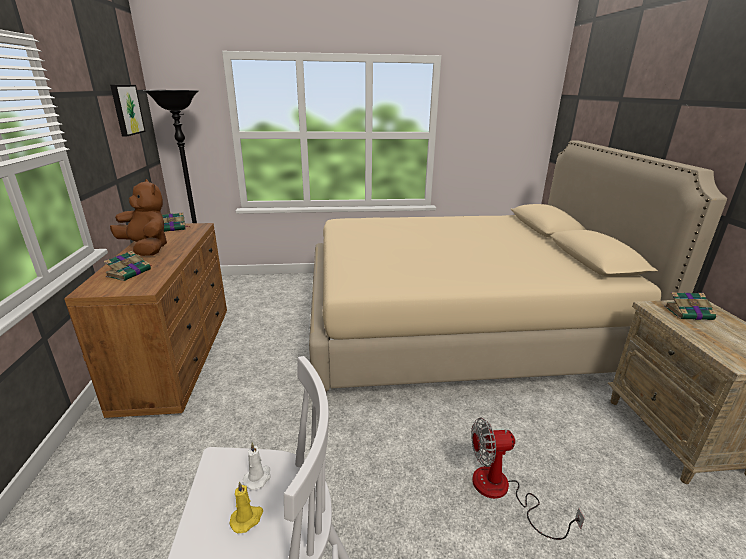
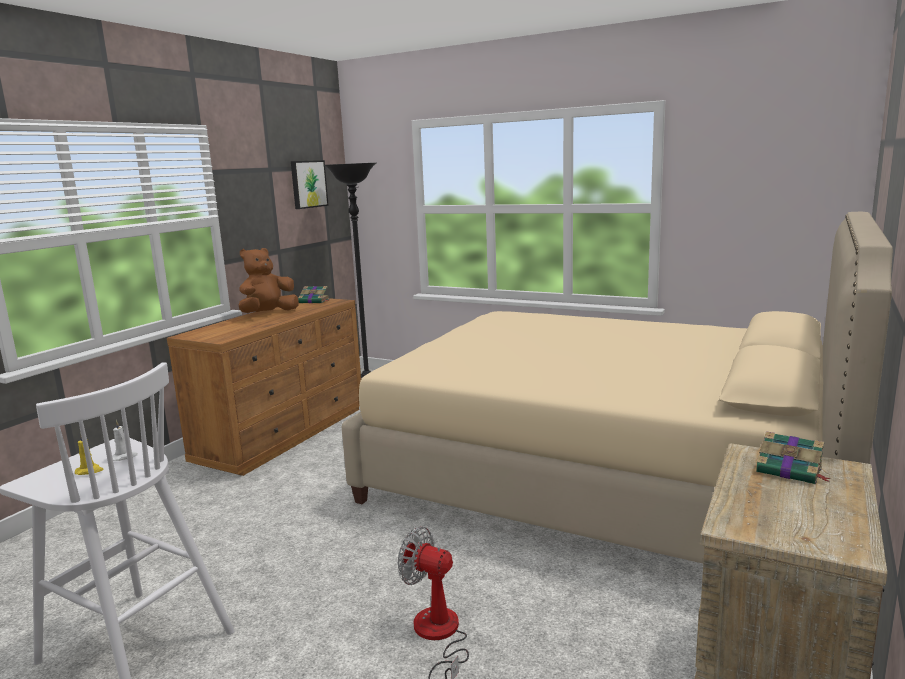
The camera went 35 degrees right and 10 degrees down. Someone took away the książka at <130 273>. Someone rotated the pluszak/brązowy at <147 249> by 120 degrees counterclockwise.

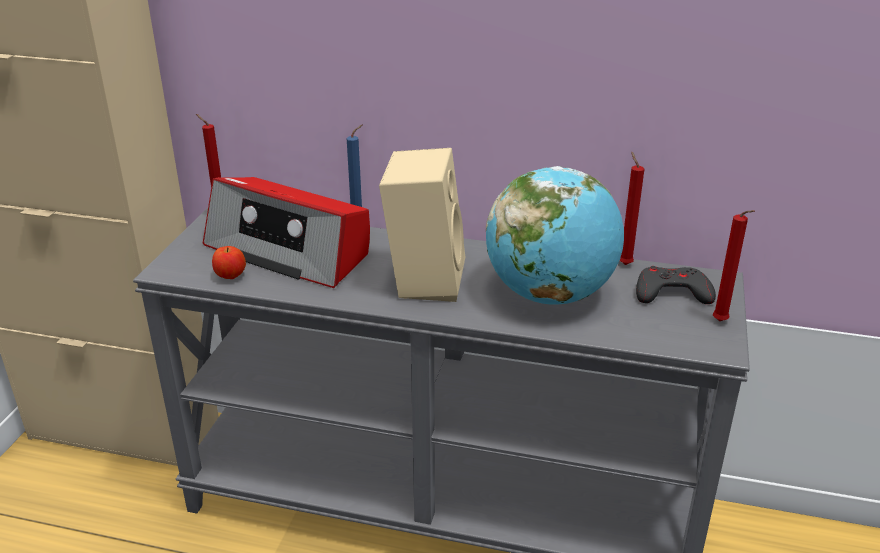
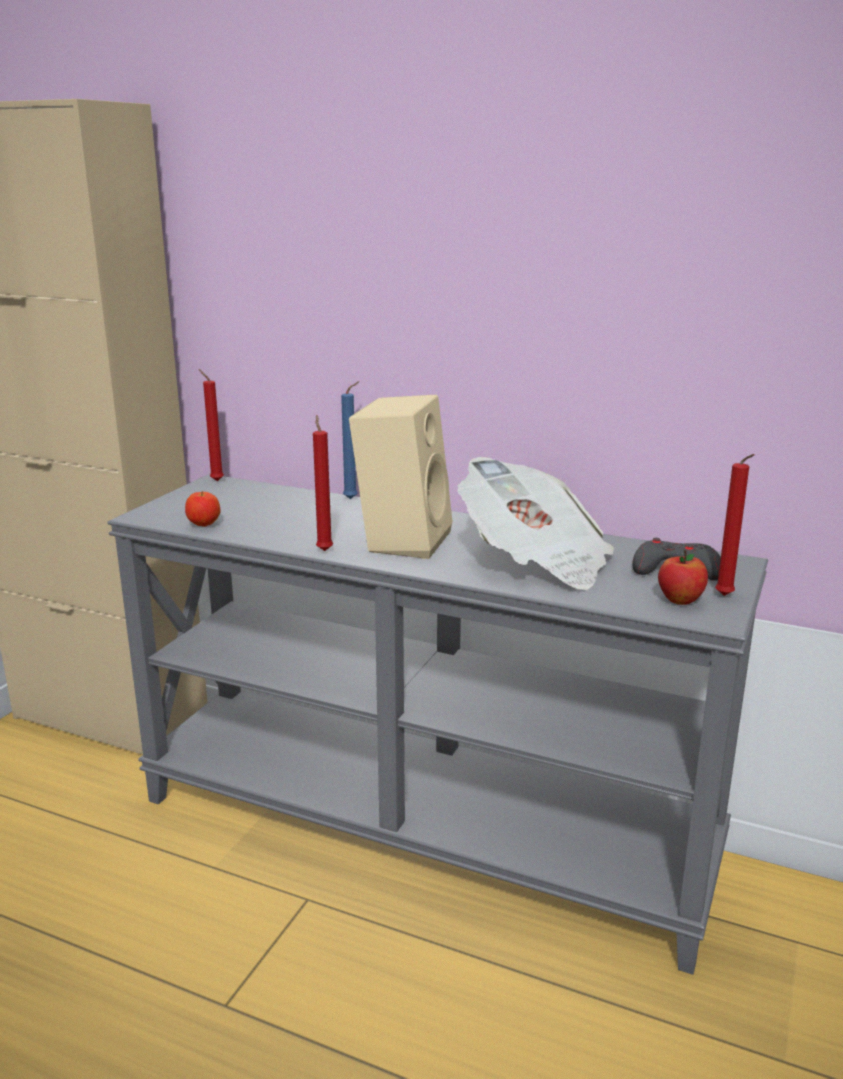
The camera went 10 degrees right and 10 degrees down. Someone took away the radio at <290 250>. Someone put down the jabłko at <680 600>. Someone carried the świeca/czerwony from <624 263> to <324 550>. Someone swapped the globus at <550 295> for the gazeta at <535 561>.

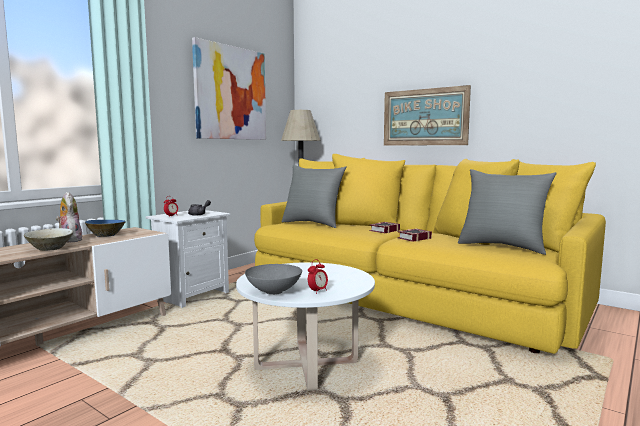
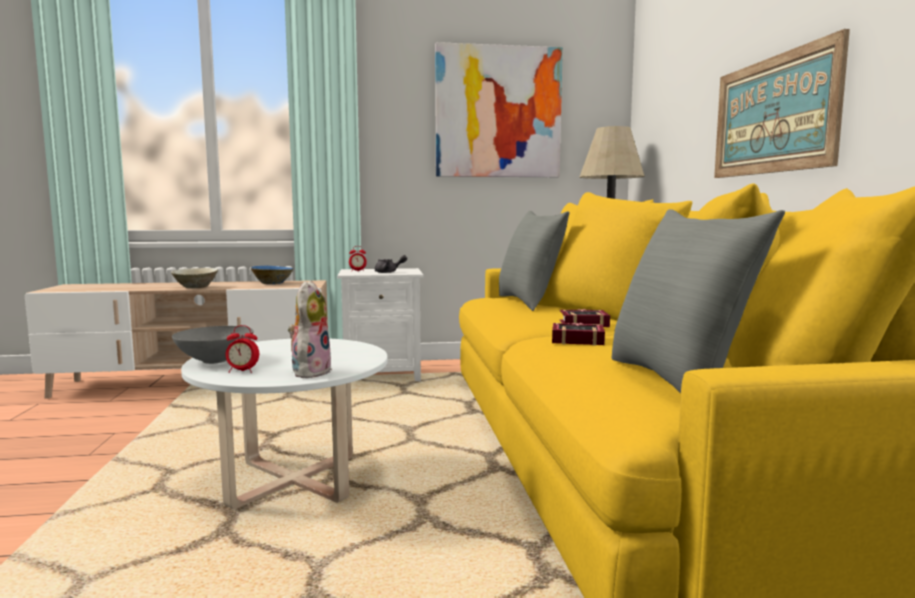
The camera went 45 degrees right and 0 degrees up. Someone carried the pluszak from <70 240> to <310 371>.

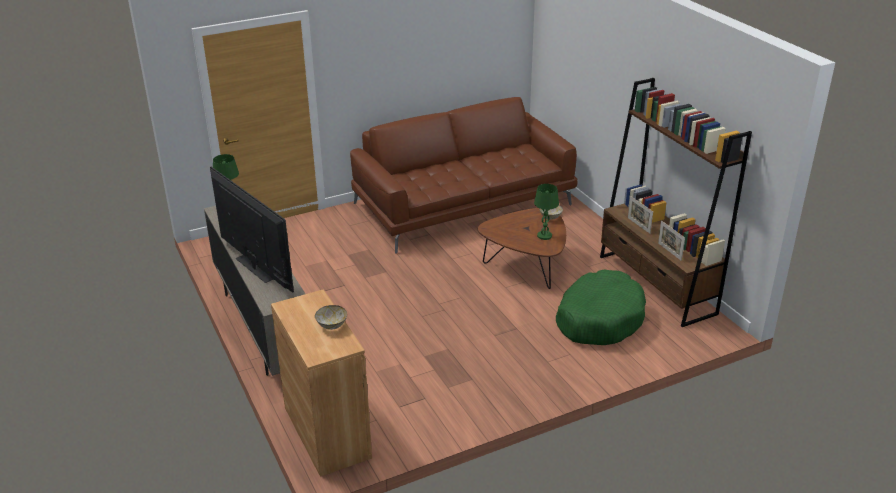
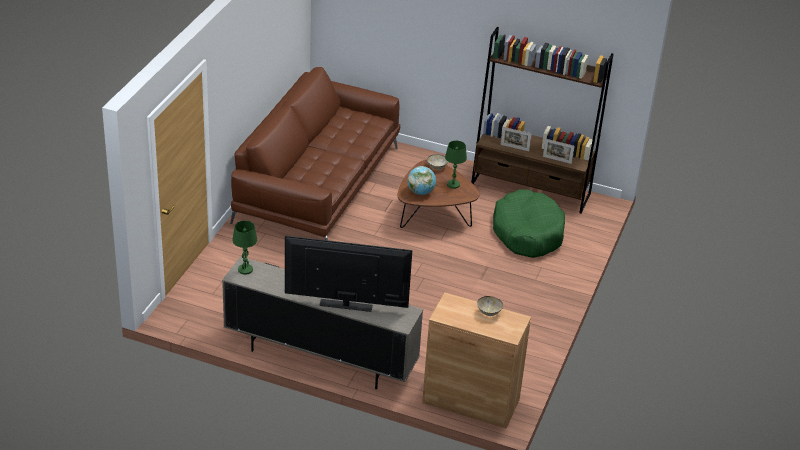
The camera went 45 degrees left and 5 degrees up. Someone put down the globus at <421 192>.

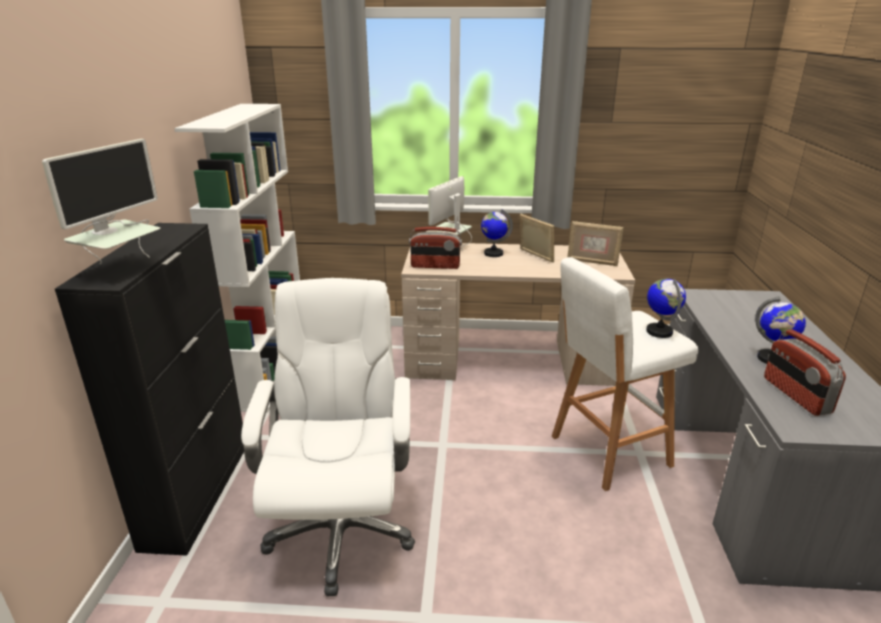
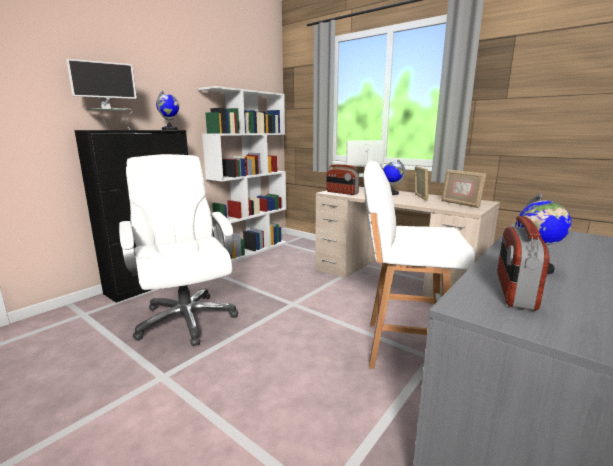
The camera went 35 degrees right and 10 degrees down. Someone carried the globus from <659 331> to <170 130>. Someone rotated the krzesło biurowe/biały at <340 529> by 60 degrees counterclockwise.

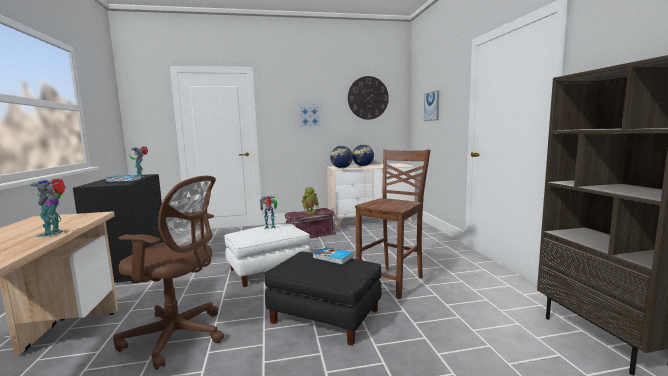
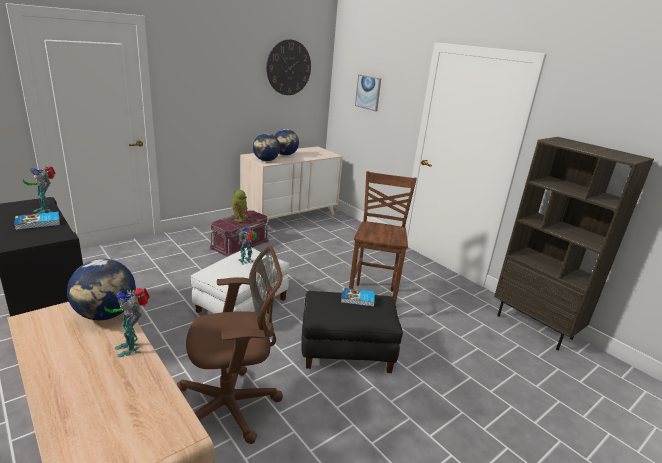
The camera went 30 degrees left and 15 degrees up. Someone took away the obraz at <309 116>. Someone put down the globus at <106 314>.

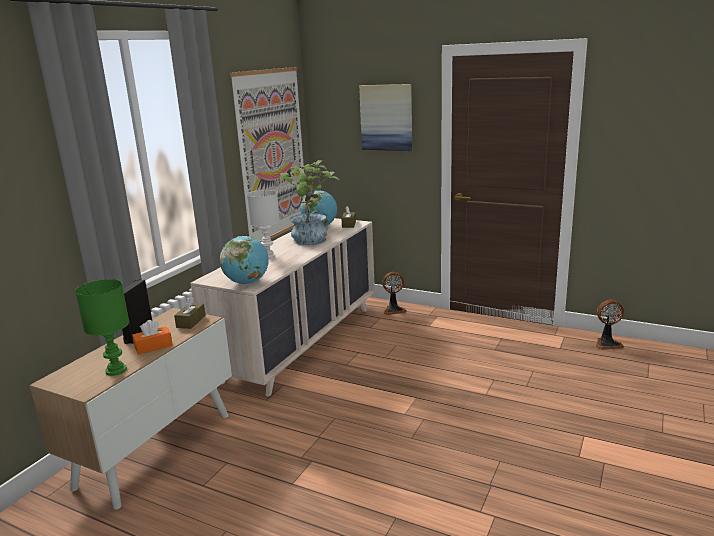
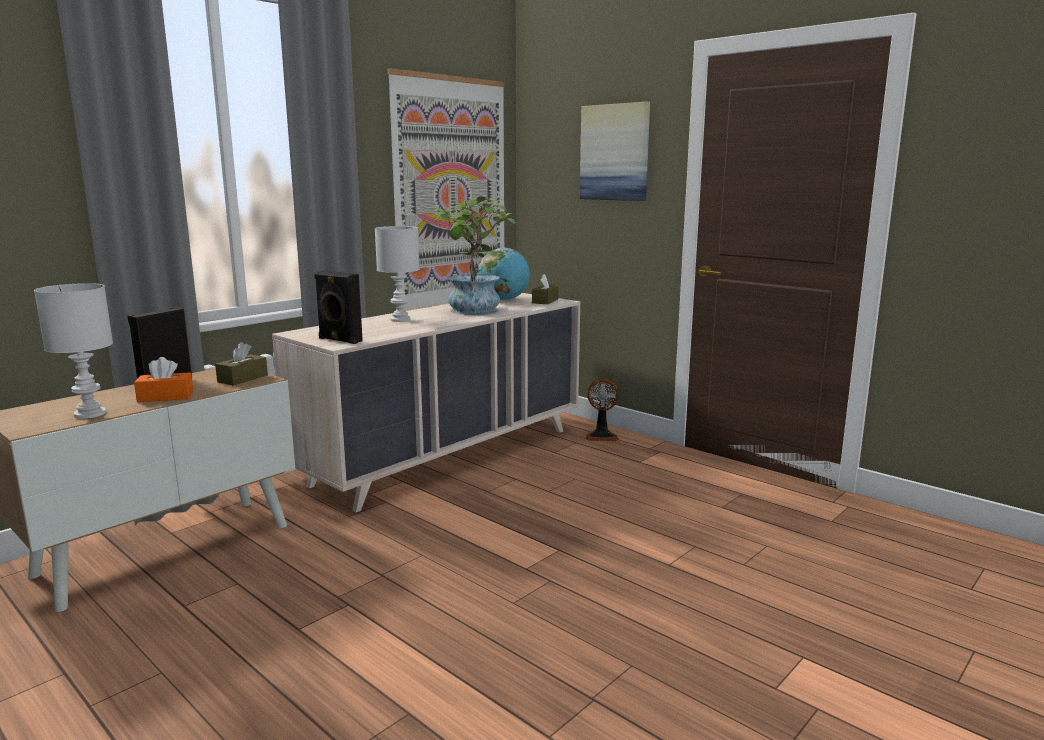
The camera went 15 degrees right and 5 degrees down. Someone took away the wentylator at <607 344>. Someone swapped the globus at <247 282> for the głośnik/czarny at <339 340>. Someone repainted the lampa stołowa/zielony at <116 371>, which became the lampa stołowa/biały at <90 414>.

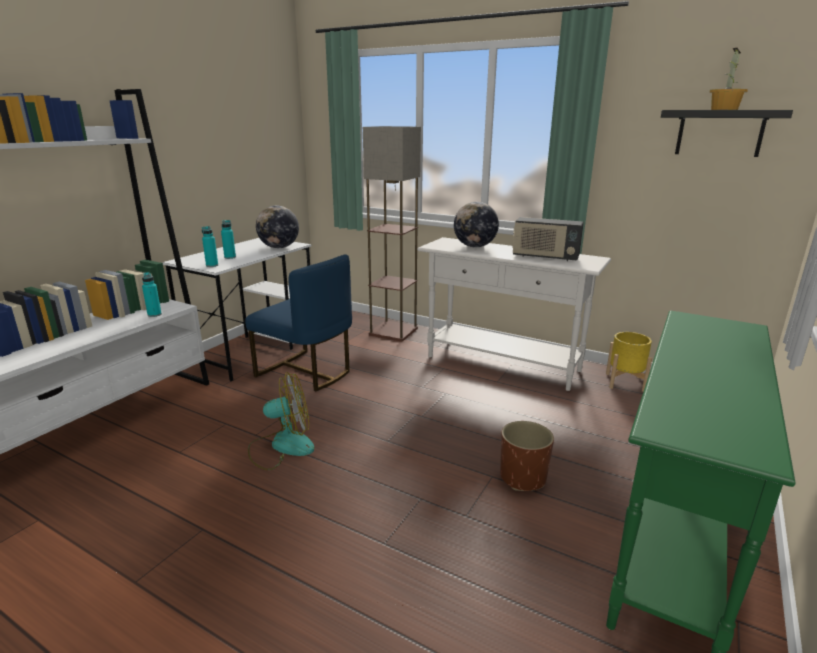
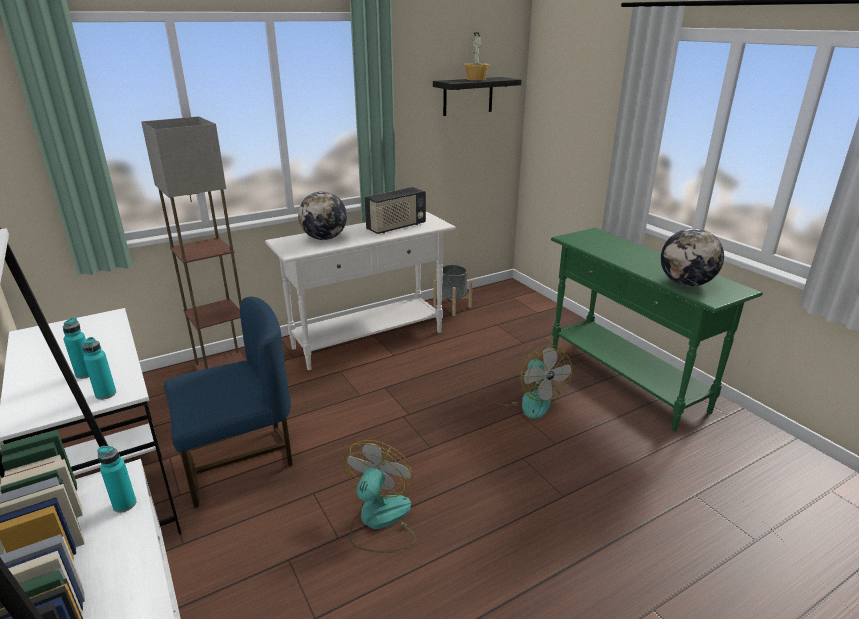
The camera went 60 degrees left and 5 degrees up. Someone carried the globus from <279 247> to <686 283>. Someone swapped the donica/brązowy at <523 478> for the wentylator at <530 400>. Someone repainted the donica/żółty at <625 382>, which became the donica/szary at <452 307>.

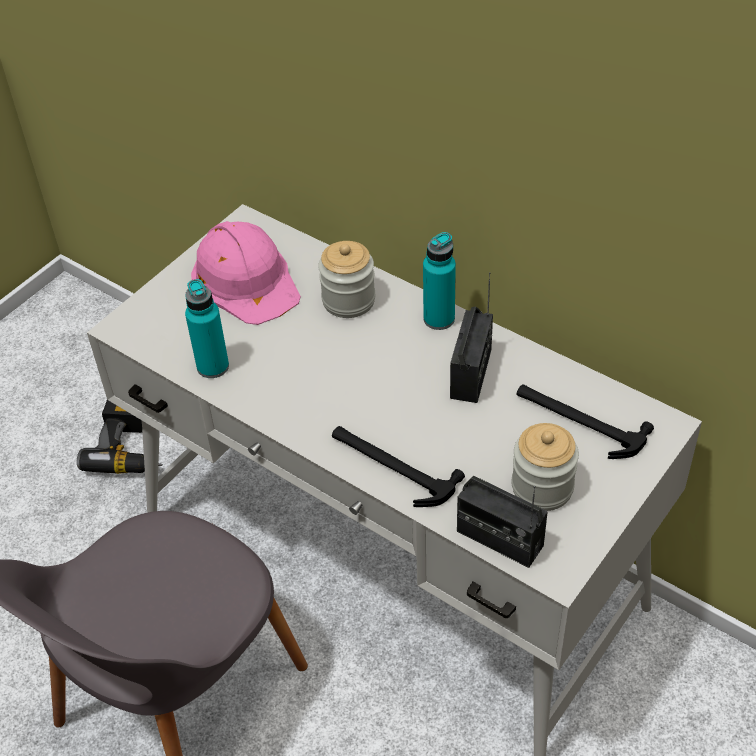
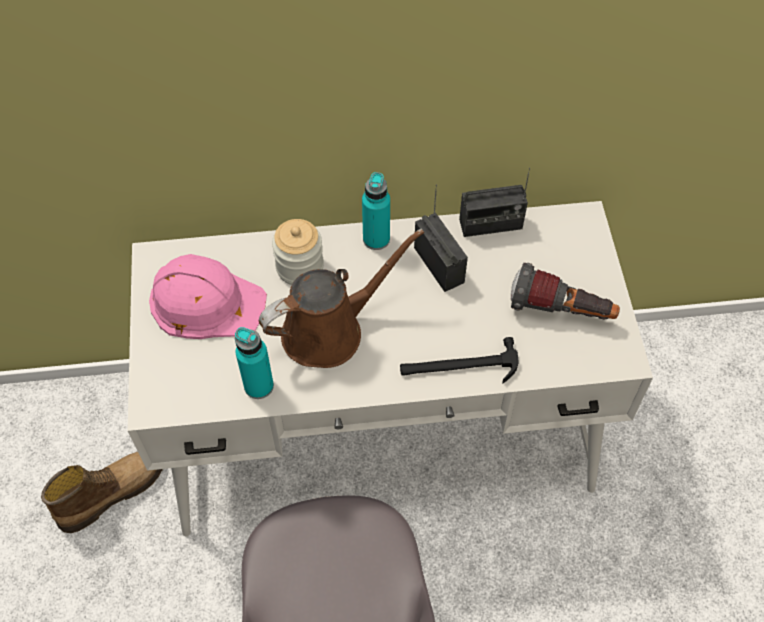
The camera went 45 degrees left and 10 degrees up. Someone took away the młotek at <578 421>. Someone put down the konewka/brązowy at <330 330>. Someone carried the radio from <499 539> to <490 224>. Someone swapped the wiertarka at <131 447> for the but z cholewką at <111 492>. Someone swapped the słoik at <542 487> for the latarka at <561 311>.

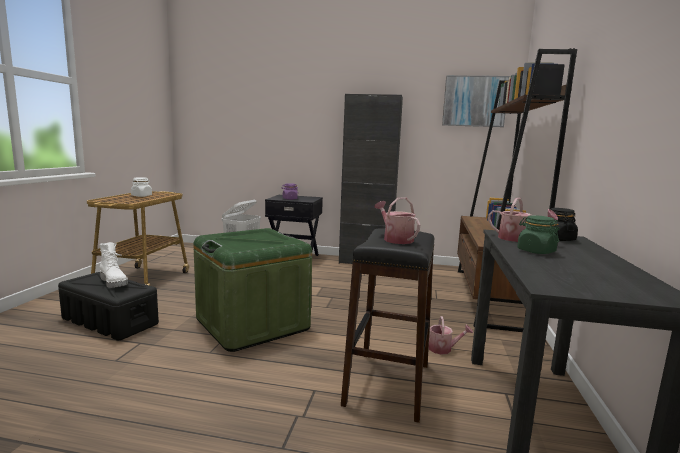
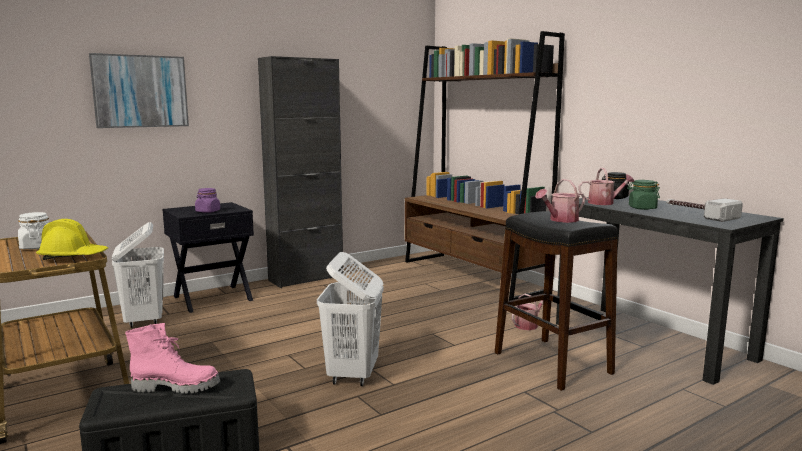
The camera went 45 degrees left and 0 degrees up. Someone put down the kask/żółty at <73 257>. Someone put down the młotek at <698 215>. Someone carried the obraz from <474 101> to <140 91>. Someone swapped the pojemnik do przechowywania/zielony at <252 324> for the kosz na pranie/biały at <352 375>. Someone repainted the but z cholewką/biały at <114 282>, which became the but z cholewką/różowy at <176 387>. Someone rotated the konewka at <395 239> by 45 degrees counterclockwise.

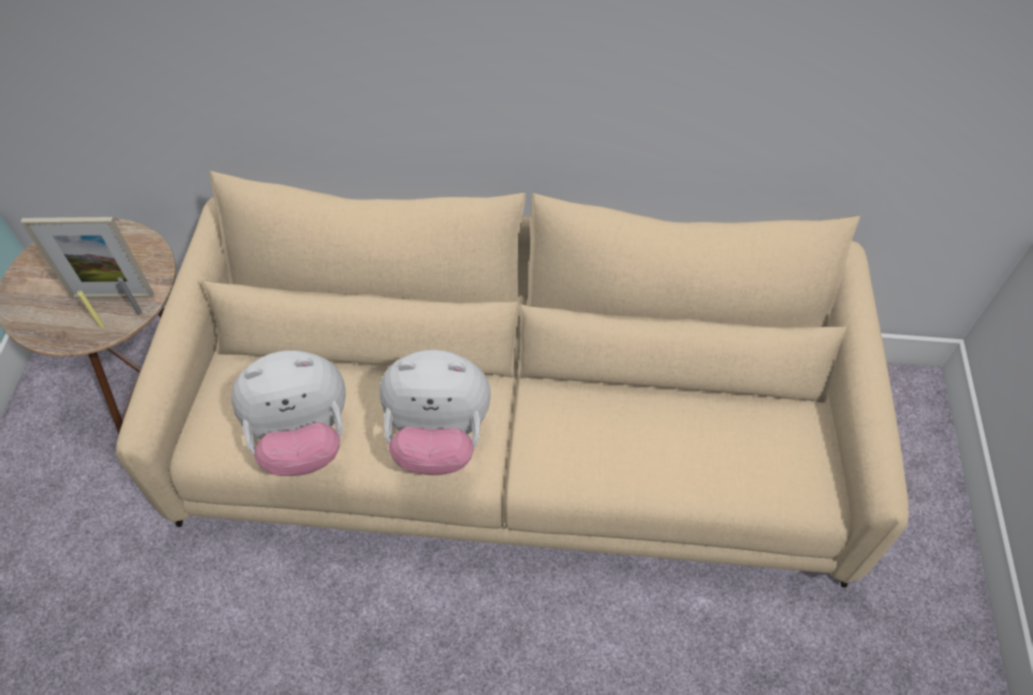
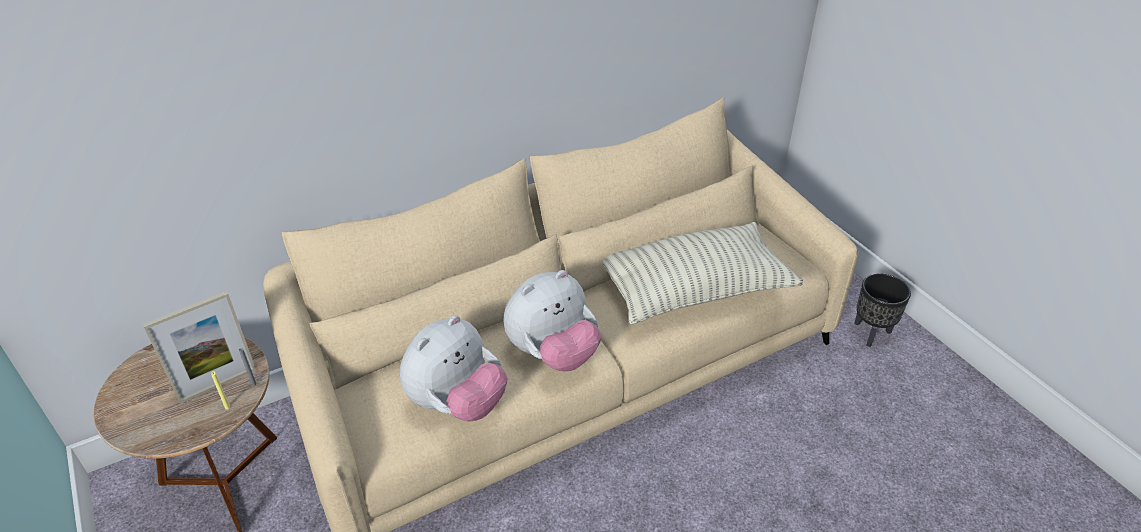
The camera went 35 degrees left and 15 degrees down. Someone put down the poduszka at <695 290>. Someone put down the donica/czarny at <872 333>.

